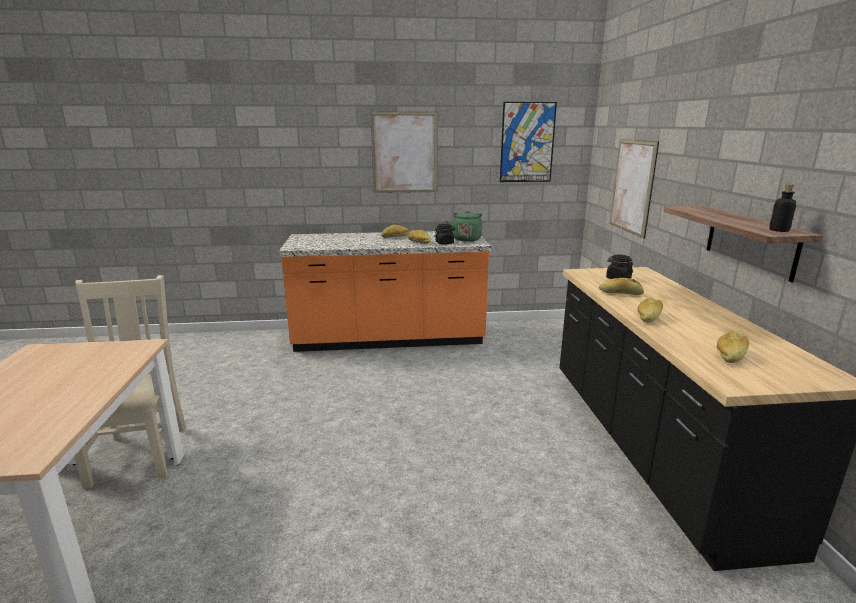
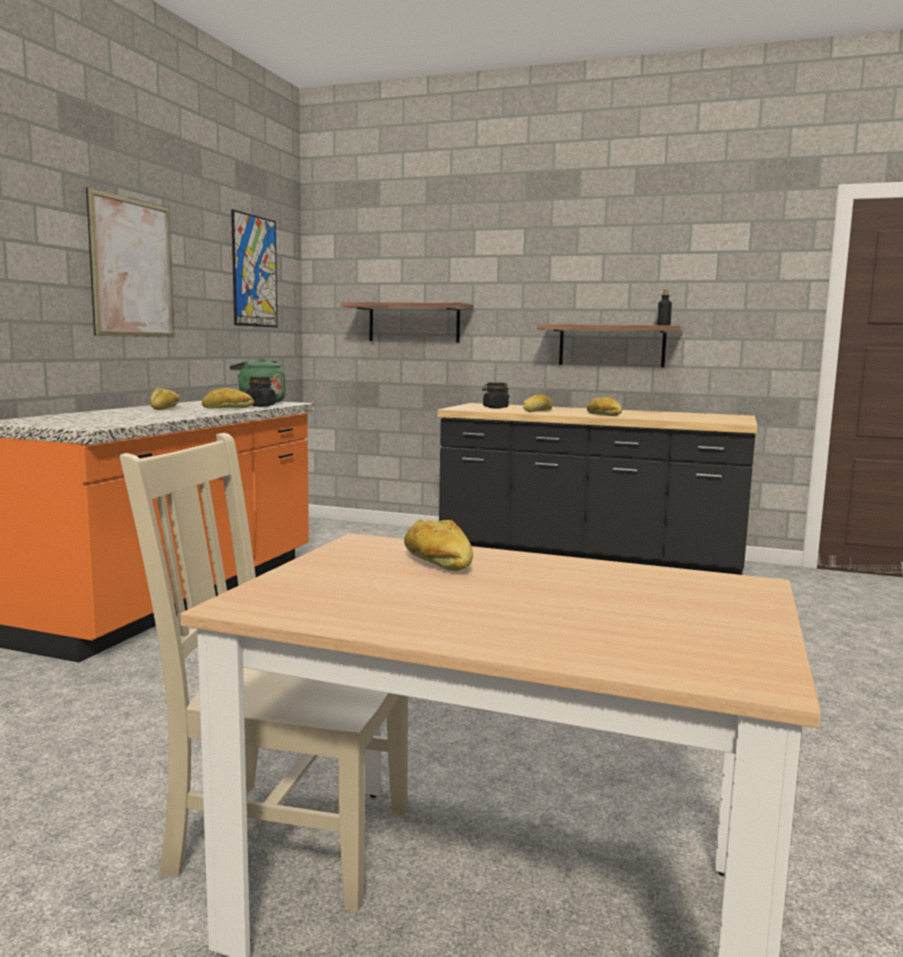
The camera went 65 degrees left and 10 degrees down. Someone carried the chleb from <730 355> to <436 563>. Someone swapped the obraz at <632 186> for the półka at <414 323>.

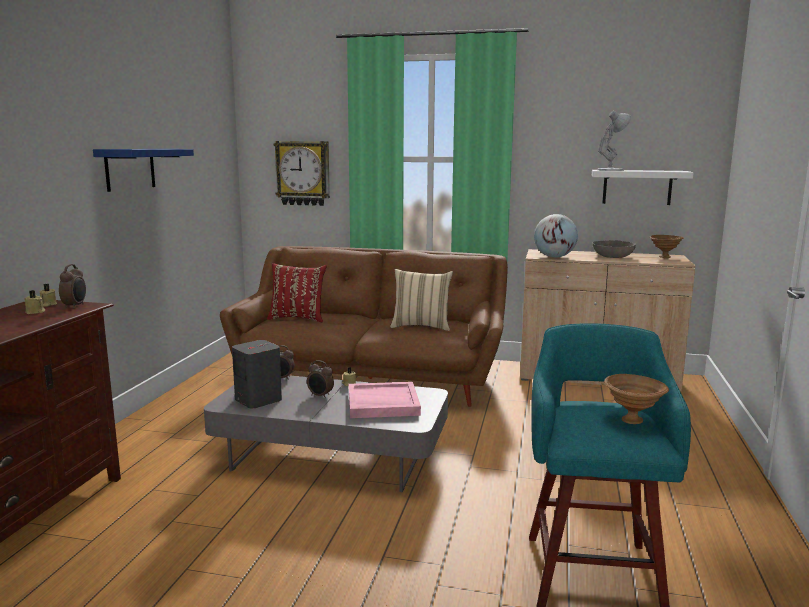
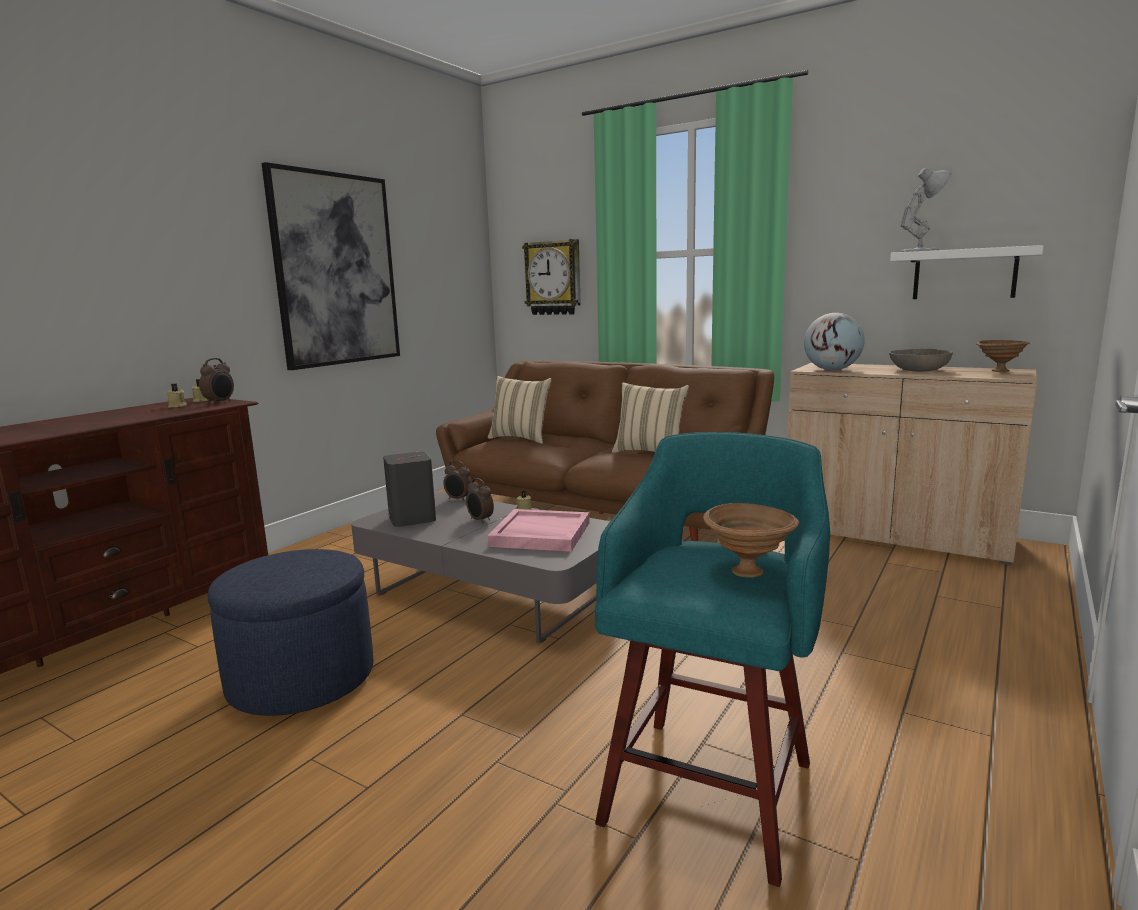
The camera went 20 degrees right and 0 degrees up. Someone put down the pufa/niebieski at <301 679>. Someone swapped the półka/niebieski at <130 169> for the obraz at <336 270>. Someone repainted the poduszka/czerwony at <298 318>, which became the poduszka/beżowy at <521 438>.

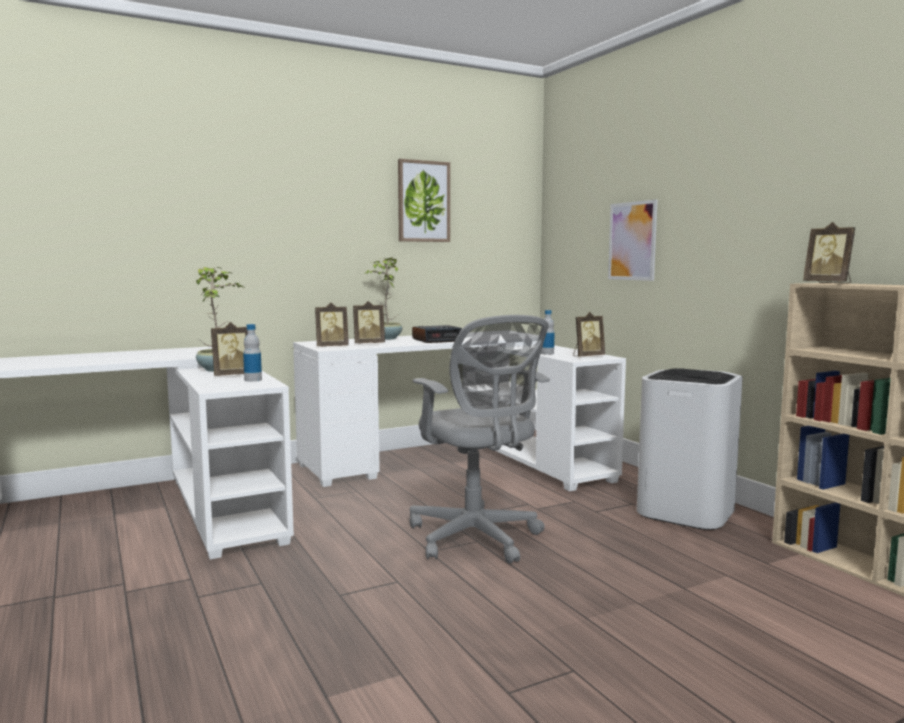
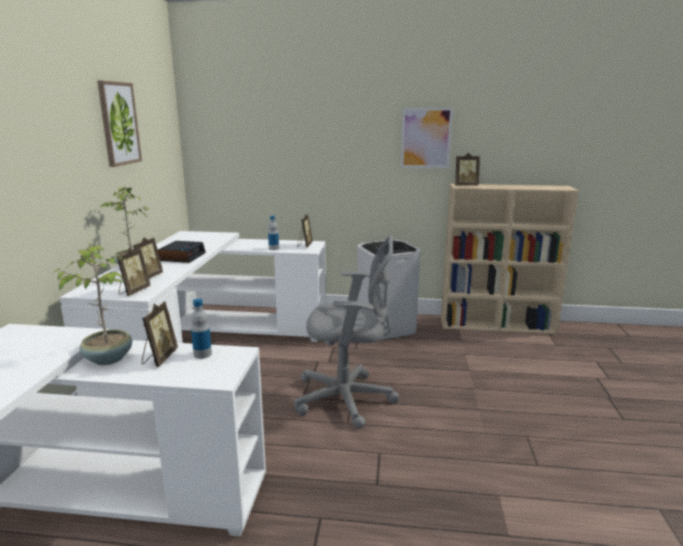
The camera went 55 degrees left and 10 degrees up. Someone carried the obraz from <632 241> to <426 138>.

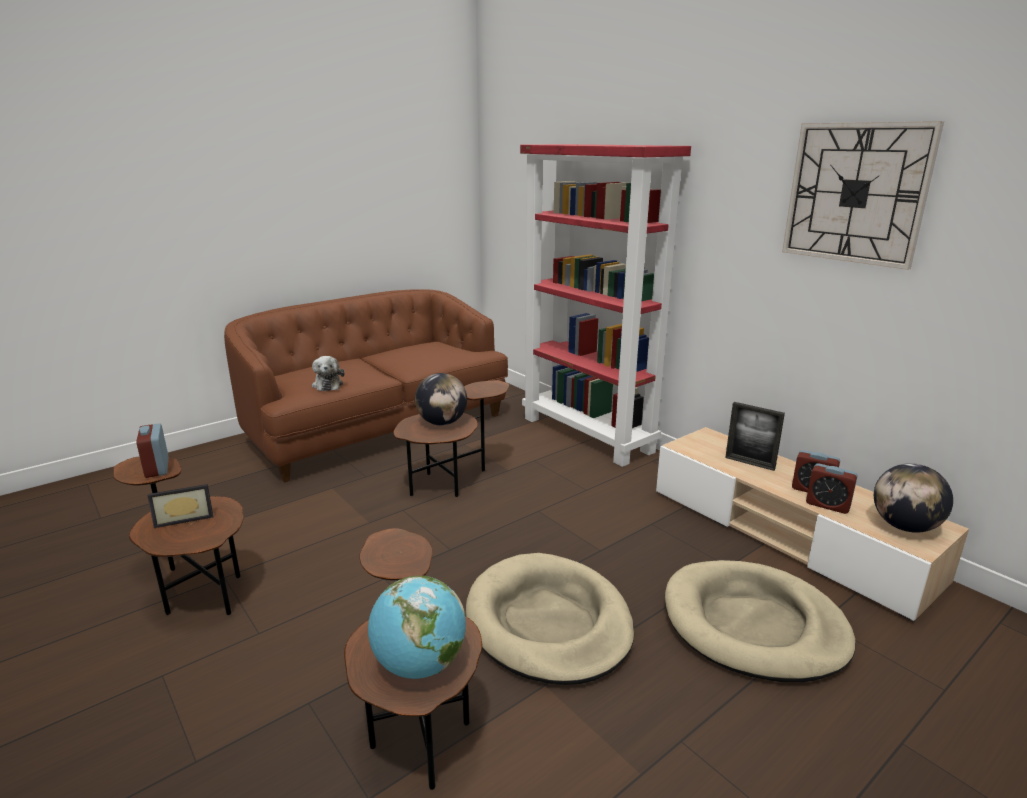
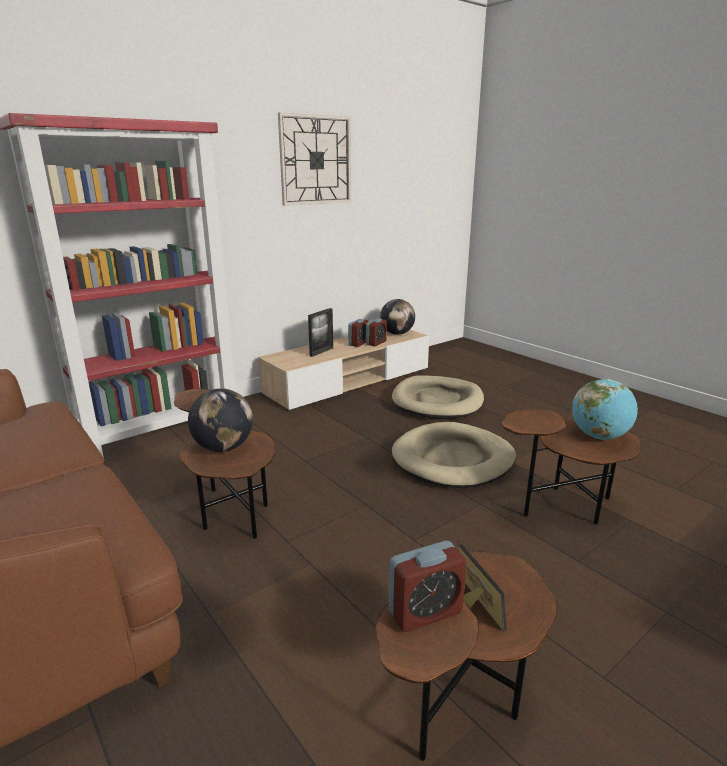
The camera went 90 degrees left and 0 degrees up. Someone took away the pluszak at <328 384>.

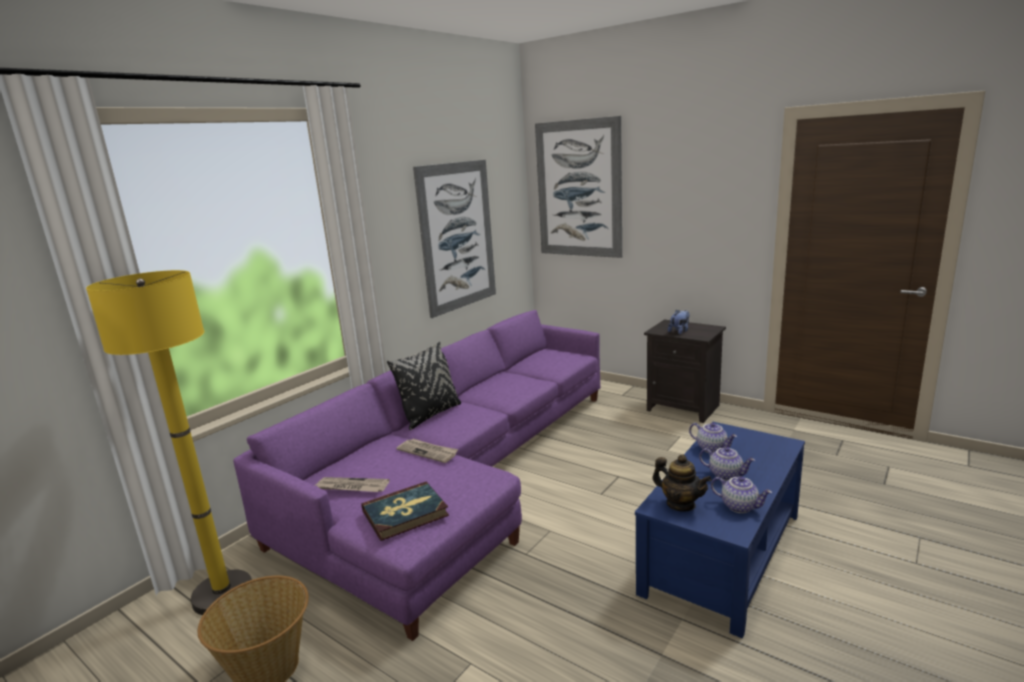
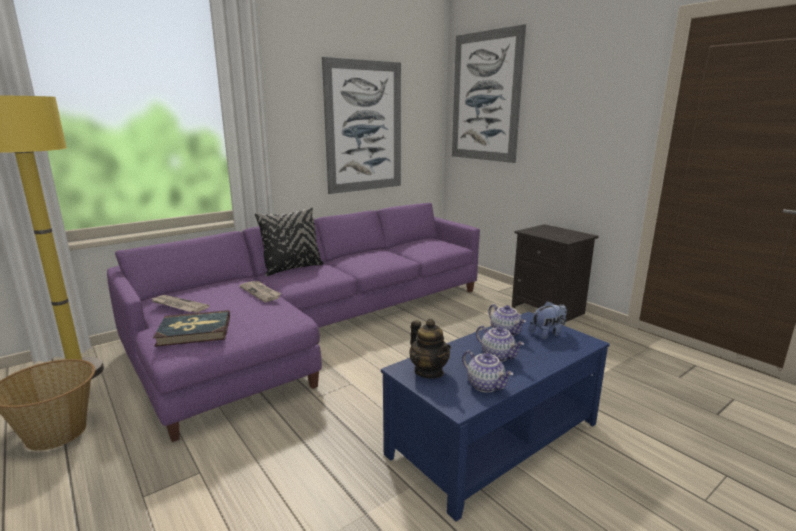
The camera went 15 degrees right and 0 degrees up. Someone carried the pluszak from <679 331> to <547 333>.

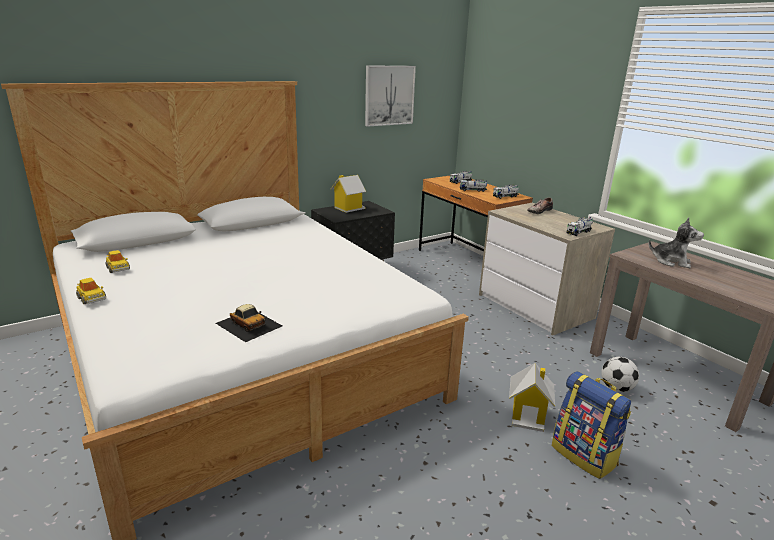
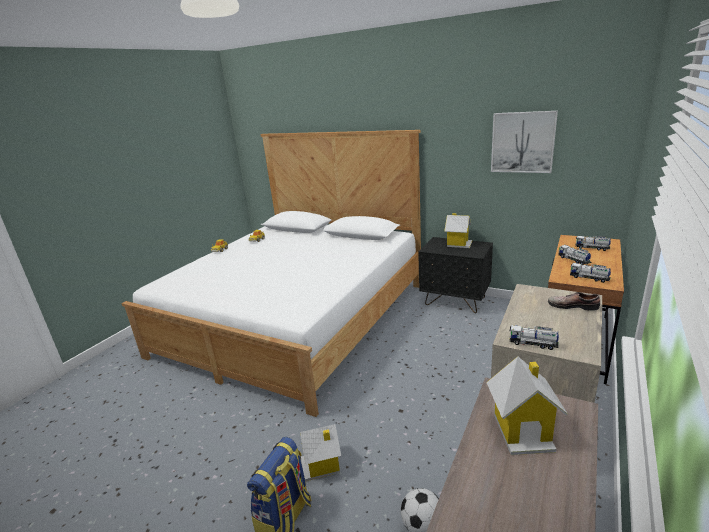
The camera went 65 degrees right and 0 degrees up. Someone took away the samochodzik at <249 324>. Someone swapped the pluszak at <671 262> for the domek at <523 430>.

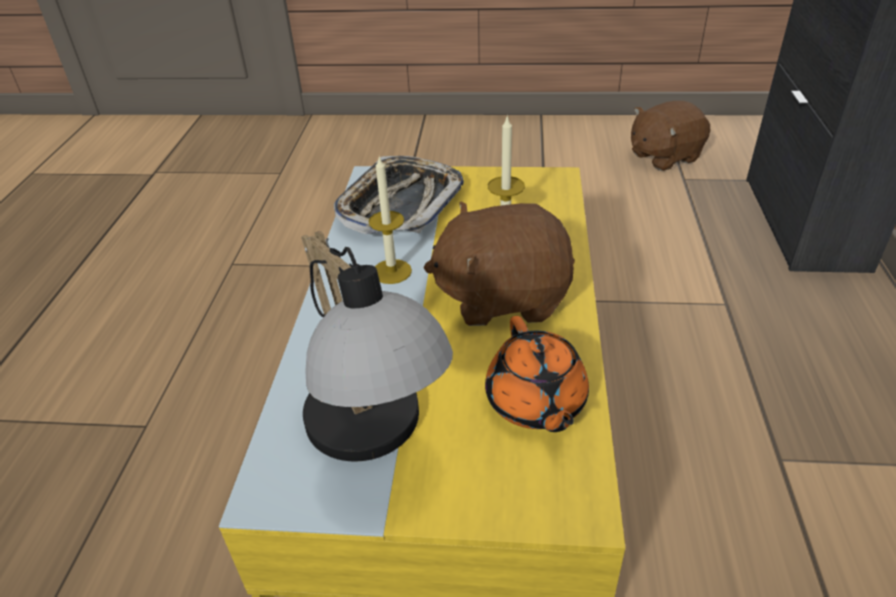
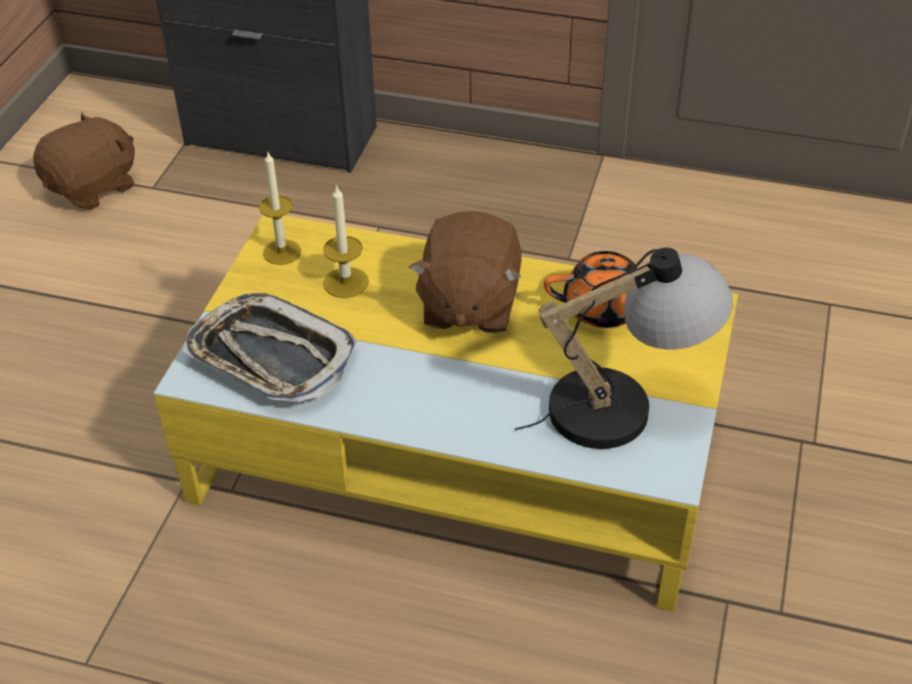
The camera went 80 degrees left and 5 degrees up. Someone carried the świeca from <391 271> to <282 252>. Someone rotated the pluszak/brązowy at <663 156> by 120 degrees counterclockwise.

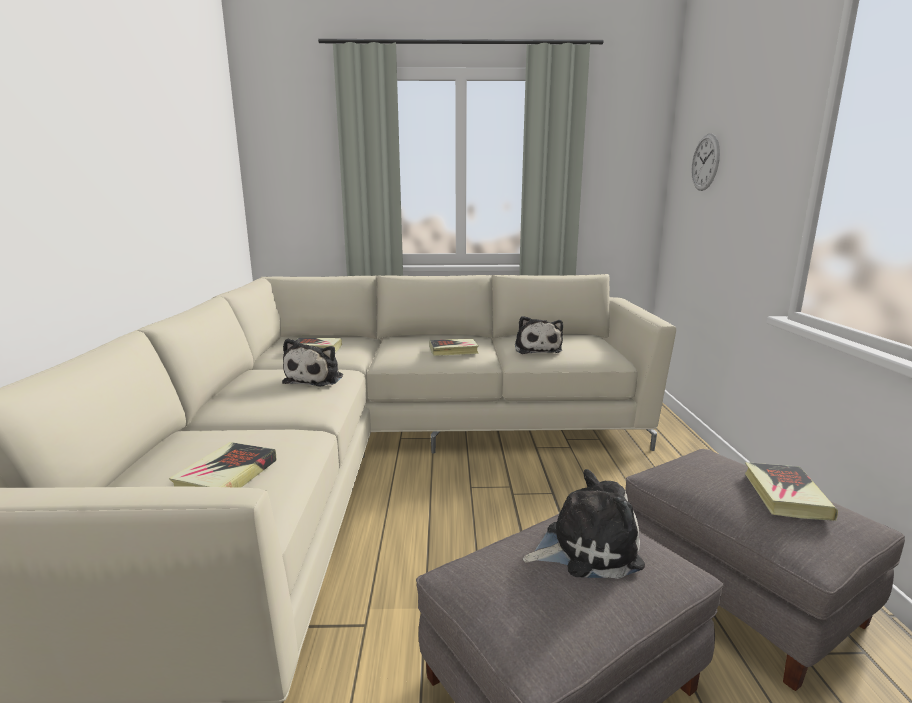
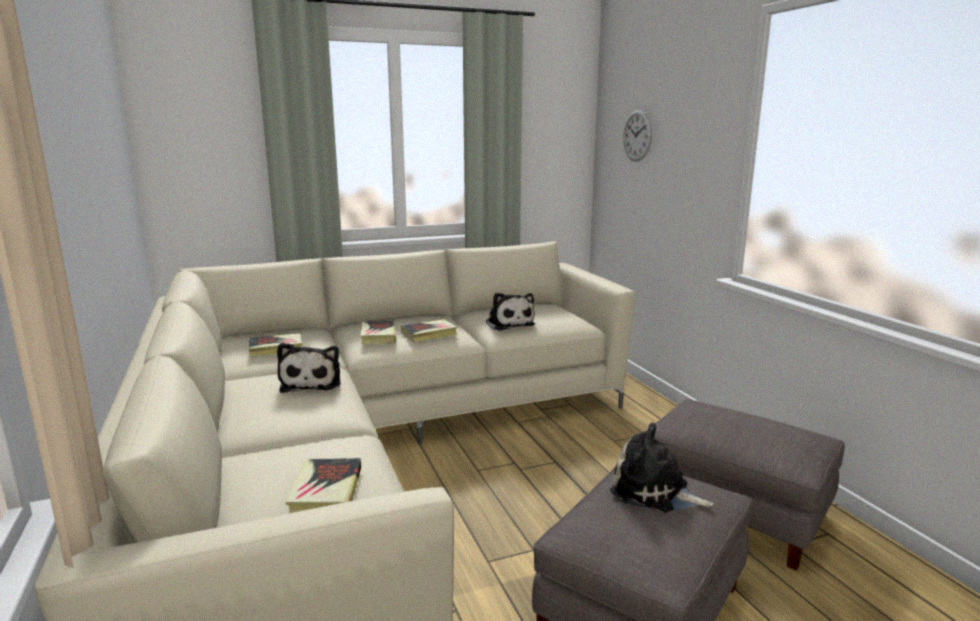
The camera went 20 degrees left and 0 degrees up. Someone carried the książka from <785 495> to <378 336>. Someone rotated the pluszak at <585 548> by 120 degrees counterclockwise.

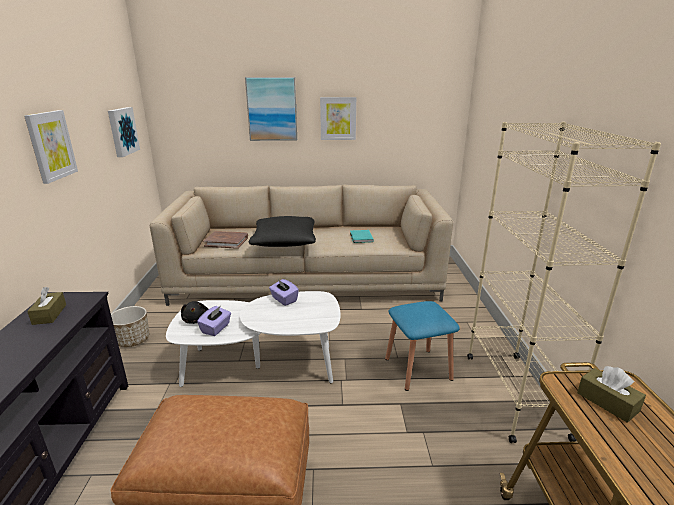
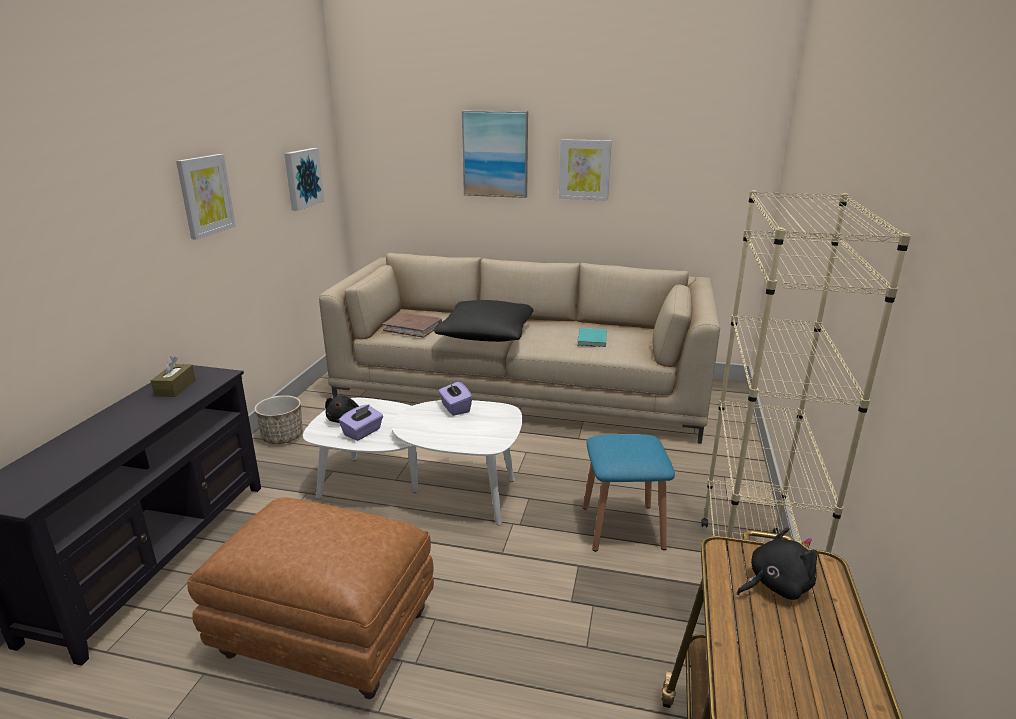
The camera went 15 degrees right and 0 degrees up. Someone swapped the pudełko chusteczek/brązowy at <607 402> for the pluszak/czarny at <775 585>.

